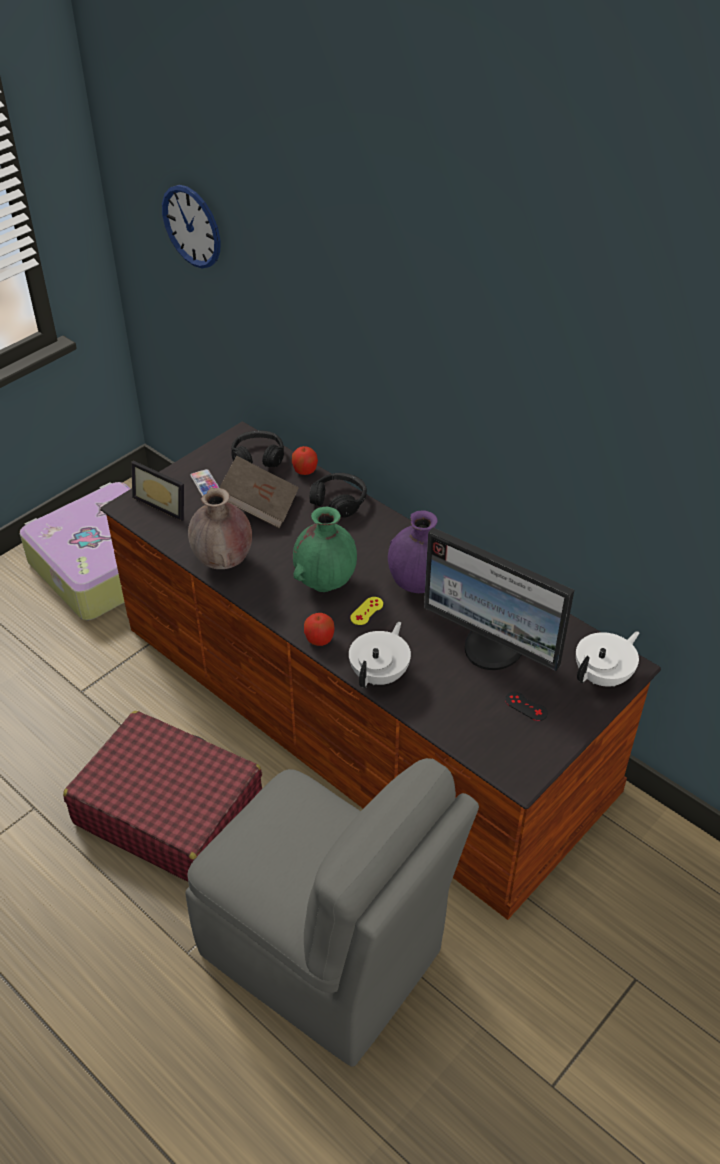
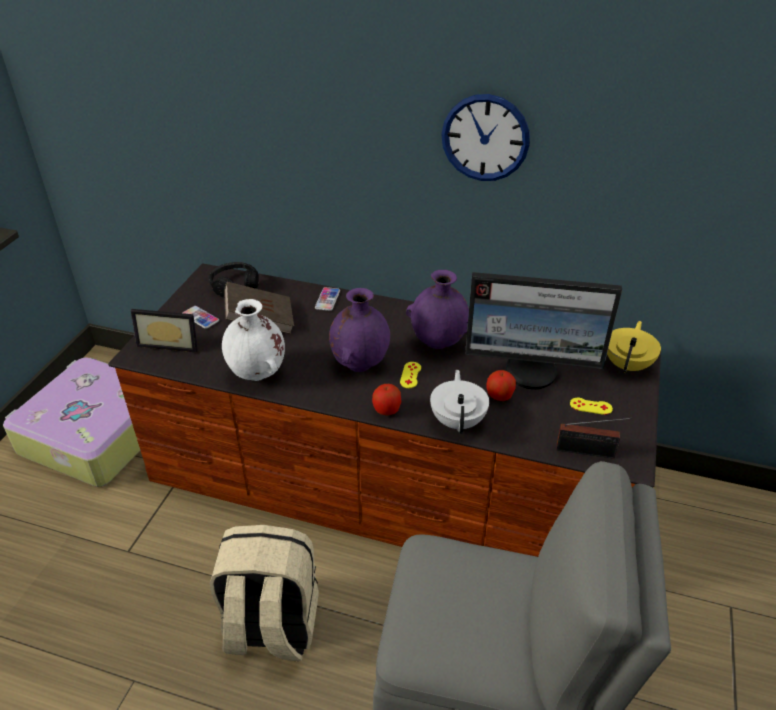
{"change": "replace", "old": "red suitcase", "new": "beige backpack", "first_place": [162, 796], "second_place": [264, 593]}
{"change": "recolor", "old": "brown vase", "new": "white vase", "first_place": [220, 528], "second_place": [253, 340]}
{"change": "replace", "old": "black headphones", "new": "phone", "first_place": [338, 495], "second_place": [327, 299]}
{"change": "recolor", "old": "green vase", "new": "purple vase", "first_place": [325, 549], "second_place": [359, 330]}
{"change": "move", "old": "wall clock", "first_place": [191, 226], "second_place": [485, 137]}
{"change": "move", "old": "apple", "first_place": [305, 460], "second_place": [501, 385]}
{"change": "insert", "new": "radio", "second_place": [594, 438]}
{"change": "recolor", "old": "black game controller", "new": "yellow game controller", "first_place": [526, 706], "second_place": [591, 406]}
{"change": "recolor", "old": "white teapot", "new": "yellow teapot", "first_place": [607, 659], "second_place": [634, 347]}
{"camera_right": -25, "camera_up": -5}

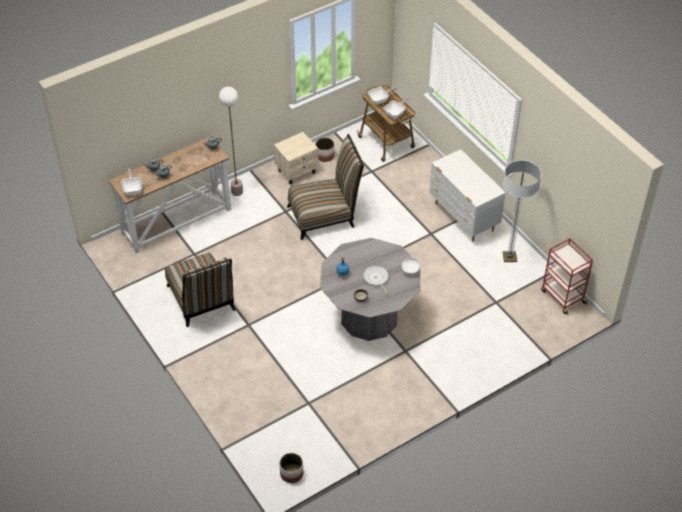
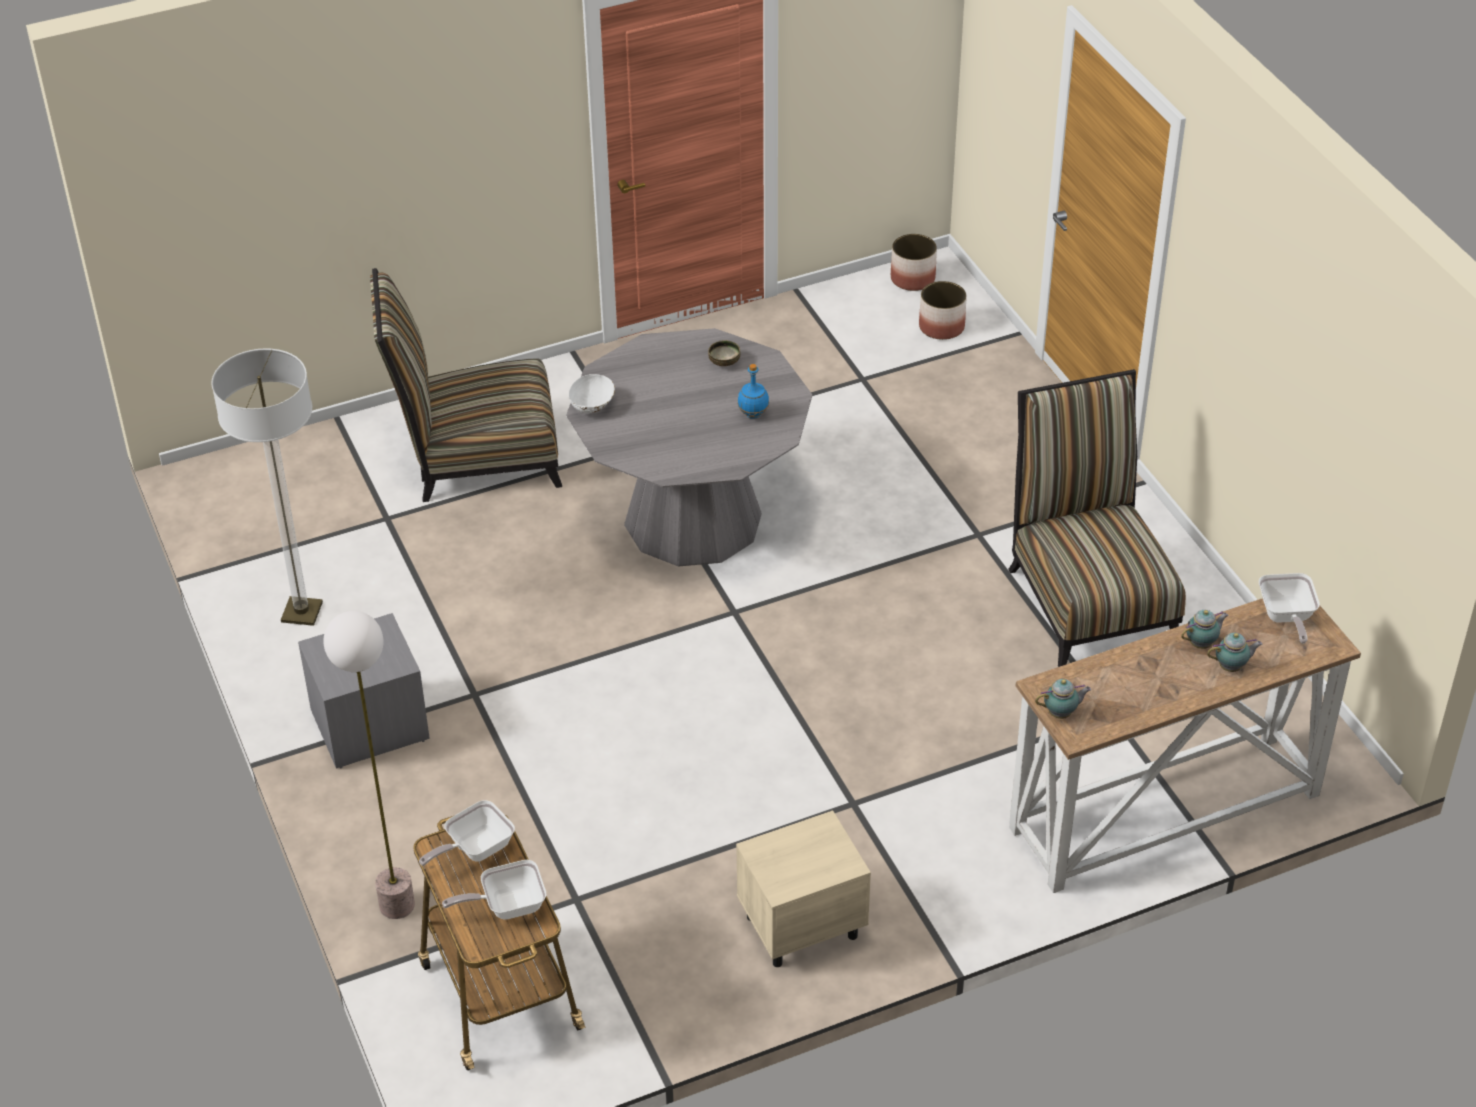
{"change": "replace", "old": "white dresser", "new": "grey nightstand", "first_place": [467, 195], "second_place": [364, 690]}
{"change": "move", "old": "floor lamp", "first_place": [231, 141], "second_place": [369, 765]}
{"change": "move", "old": "chair", "first_place": [325, 187], "second_place": [466, 385]}
{"change": "move", "old": "planter", "first_place": [325, 150], "second_place": [943, 310]}
{"change": "delete", "old": "frying pan", "first_place": [376, 280]}
{"change": "delete", "old": "red cart", "first_place": [567, 276]}
{"camera_right": -170, "camera_up": -5}

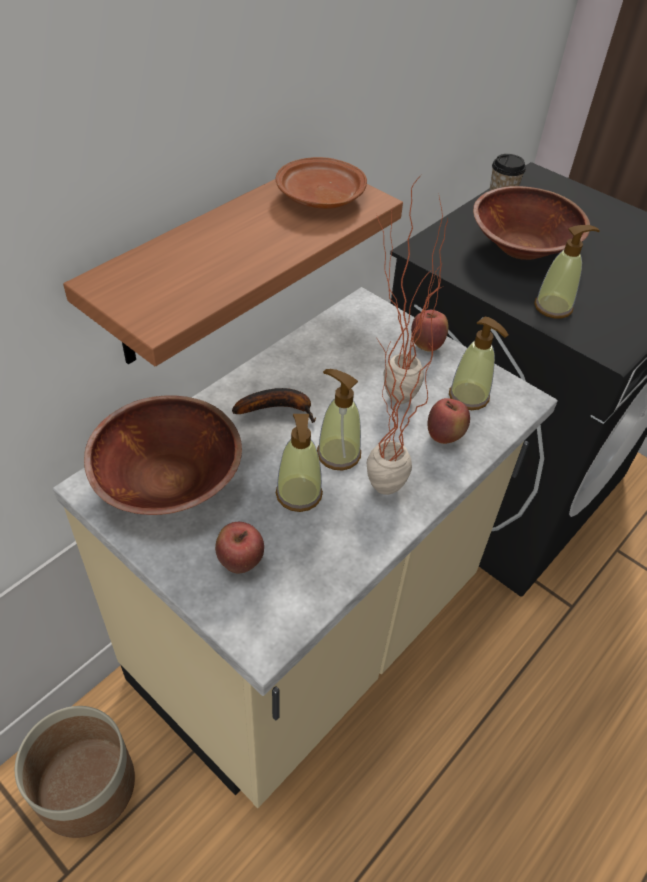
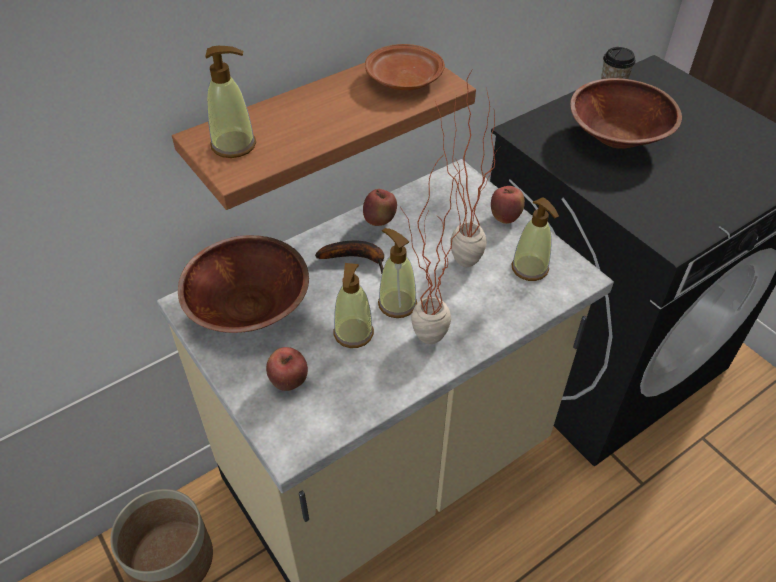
{"change": "move", "old": "soap dispenser", "first_place": [567, 272], "second_place": [230, 102]}
{"change": "move", "old": "apple", "first_place": [449, 421], "second_place": [380, 207]}
{"camera_right": 15, "camera_up": 0}

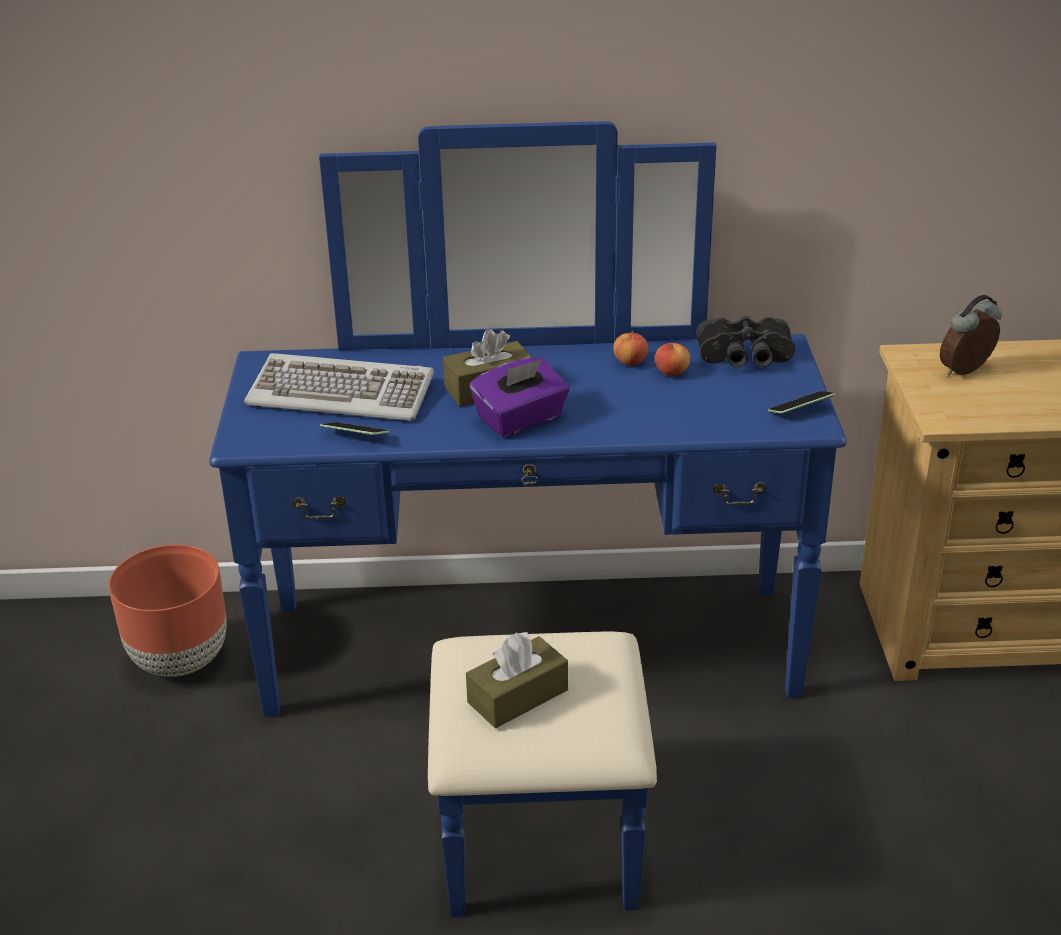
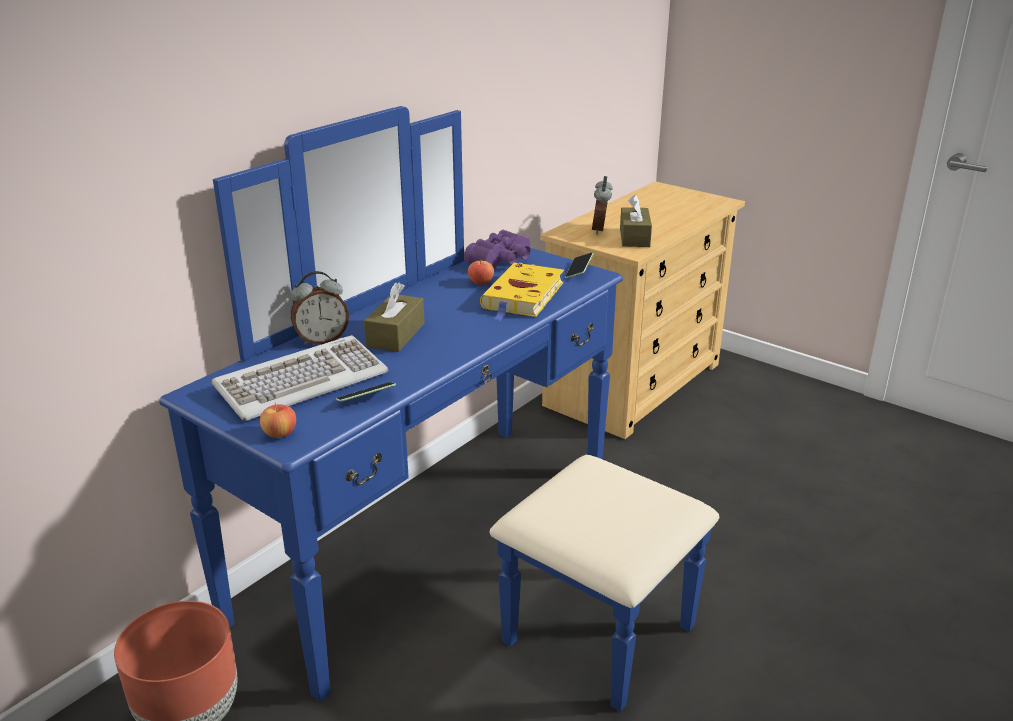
{"change": "move", "old": "apple", "first_place": [630, 347], "second_place": [278, 420]}
{"change": "insert", "new": "alarm clock", "second_place": [320, 308]}
{"change": "recolor", "old": "black binoculars", "new": "purple binoculars", "first_place": [745, 341], "second_place": [497, 249]}
{"change": "insert", "new": "yellow book", "second_place": [522, 292]}
{"change": "move", "old": "brown tissue box", "first_place": [517, 680], "second_place": [636, 221]}
{"change": "delete", "old": "purple tissue box", "first_place": [519, 397]}
{"camera_right": -50, "camera_up": -5}

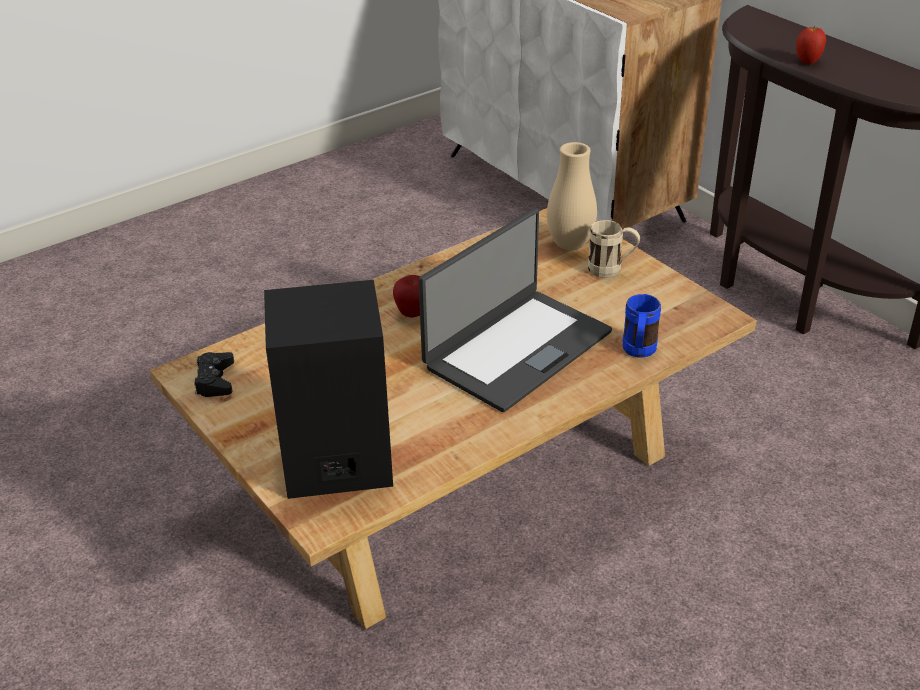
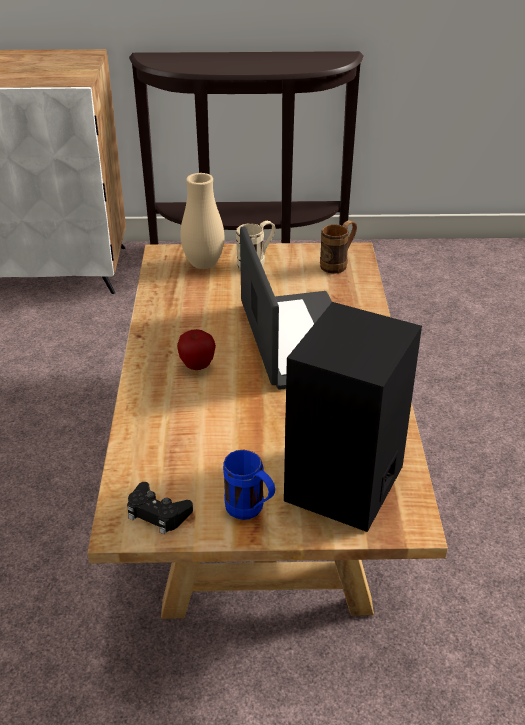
{"change": "move", "old": "blue mug", "first_place": [642, 325], "second_place": [249, 485]}
{"change": "insert", "new": "brown mug", "second_place": [338, 247]}
{"change": "delete", "old": "apple", "first_place": [811, 44]}
{"camera_right": -55, "camera_up": 0}

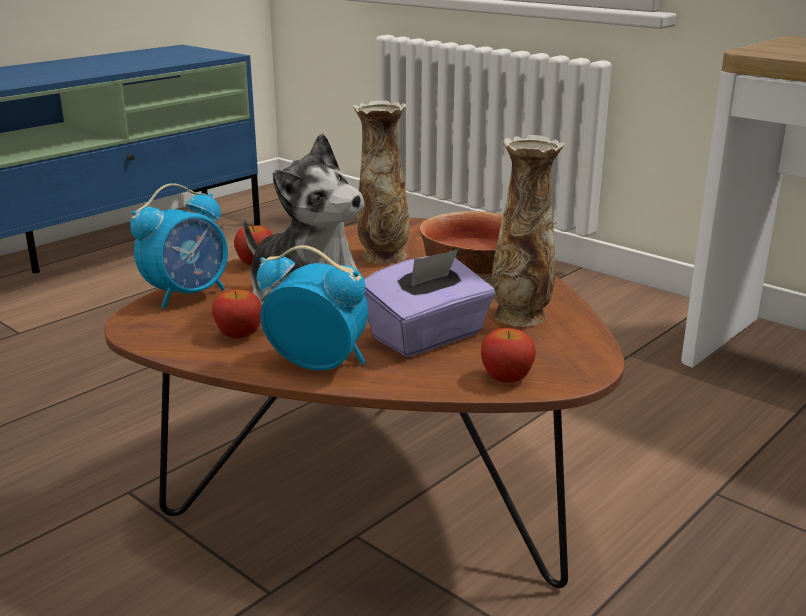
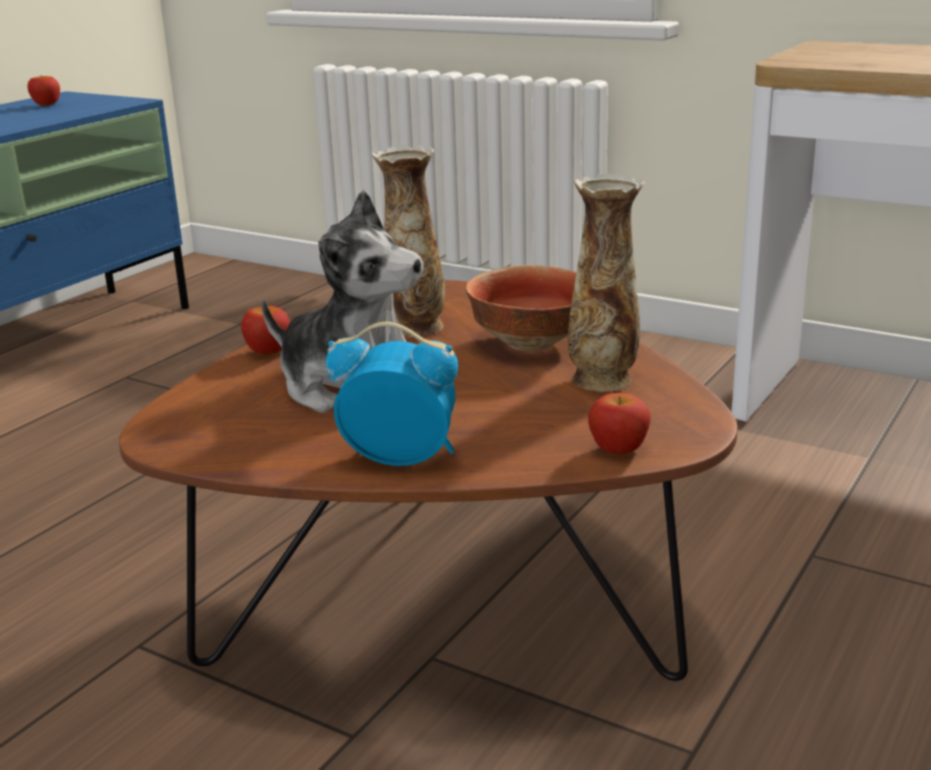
{"change": "move", "old": "apple", "first_place": [237, 314], "second_place": [43, 91]}
{"change": "delete", "old": "alarm clock", "first_place": [179, 246]}
{"change": "delete", "old": "purple tissue box", "first_place": [429, 303]}
{"camera_right": -10, "camera_up": 0}

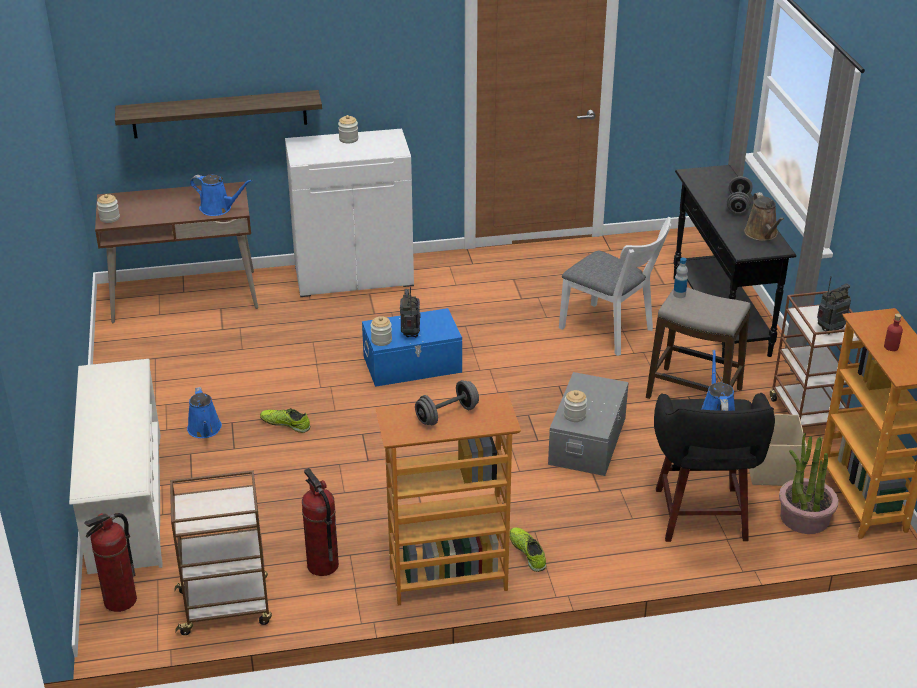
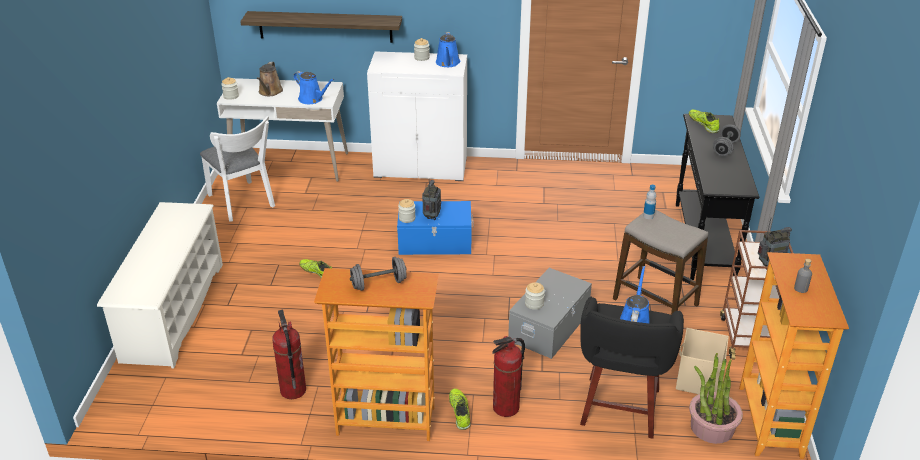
{"change": "move", "old": "white chair", "first_place": [615, 286], "second_place": [237, 169]}
{"change": "recolor", "old": "brown desk", "new": "white desk", "first_place": [176, 252], "second_place": [282, 130]}
{"change": "move", "old": "brown watering can", "first_place": [764, 216], "second_place": [270, 79]}
{"change": "move", "old": "blue watering can", "first_place": [204, 412], "second_place": [448, 49]}
{"change": "move", "old": "fire extinguisher", "first_place": [110, 562], "second_place": [508, 376]}
{"change": "insert", "new": "shoe", "second_place": [704, 121]}
{"change": "recolor", "old": "red bottle", "new": "grey bottle", "first_place": [893, 332], "second_place": [803, 276]}
{"change": "delete", "old": "brown cart", "first_place": [221, 552]}
{"camera_right": 15, "camera_up": 0}

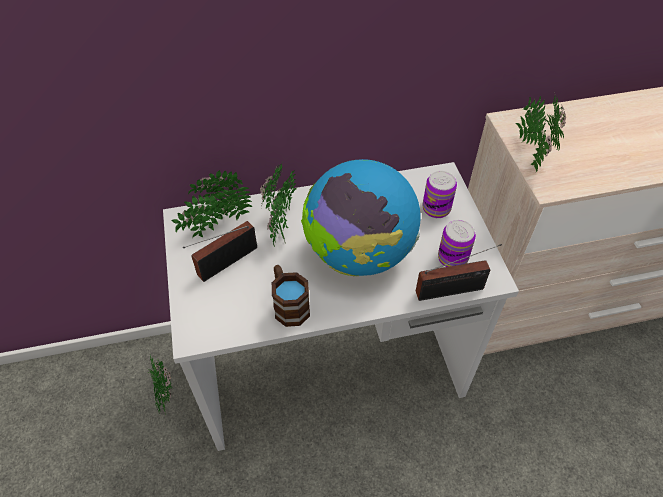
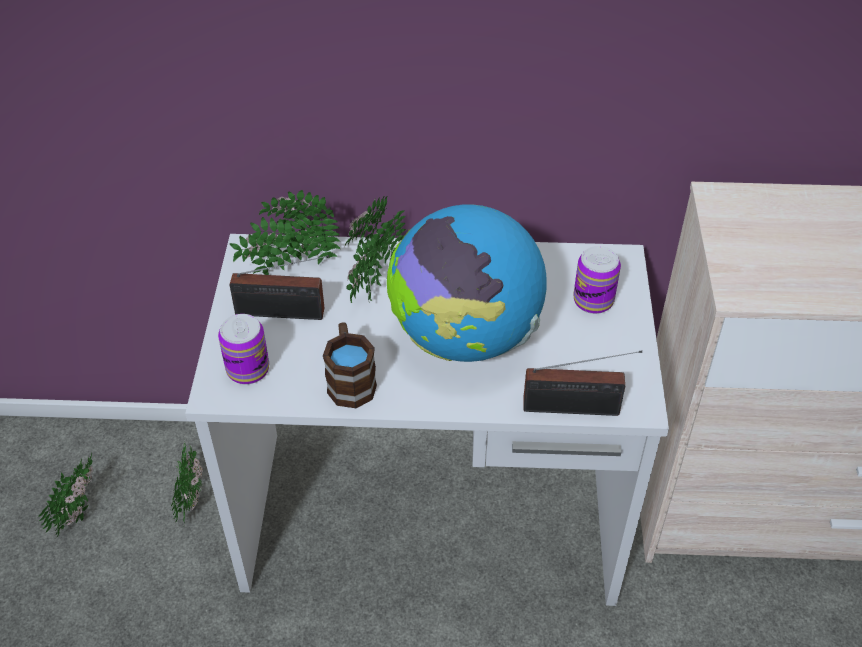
{"change": "move", "old": "potted plant", "first_place": [541, 133], "second_place": [65, 495]}
{"change": "move", "old": "can", "first_place": [457, 243], "second_place": [243, 349]}
{"change": "rotate", "old": "radio", "first_place": [220, 251], "second_place": [279, 287], "degrees": -150}
{"camera_right": 15, "camera_up": -5}

